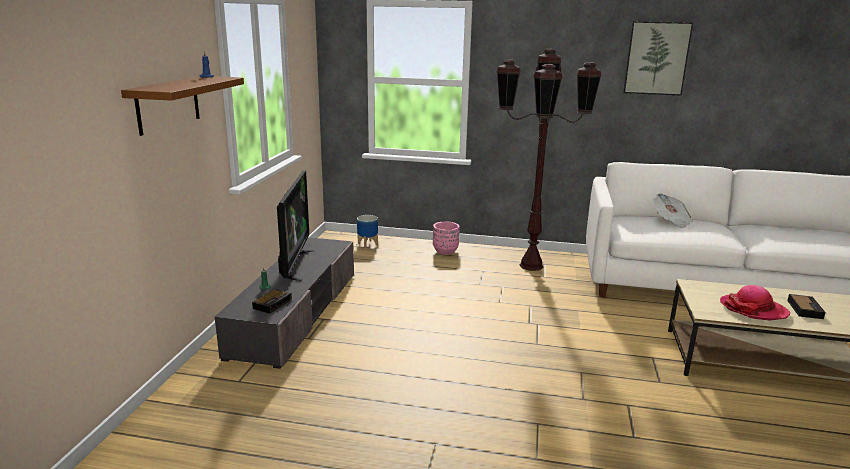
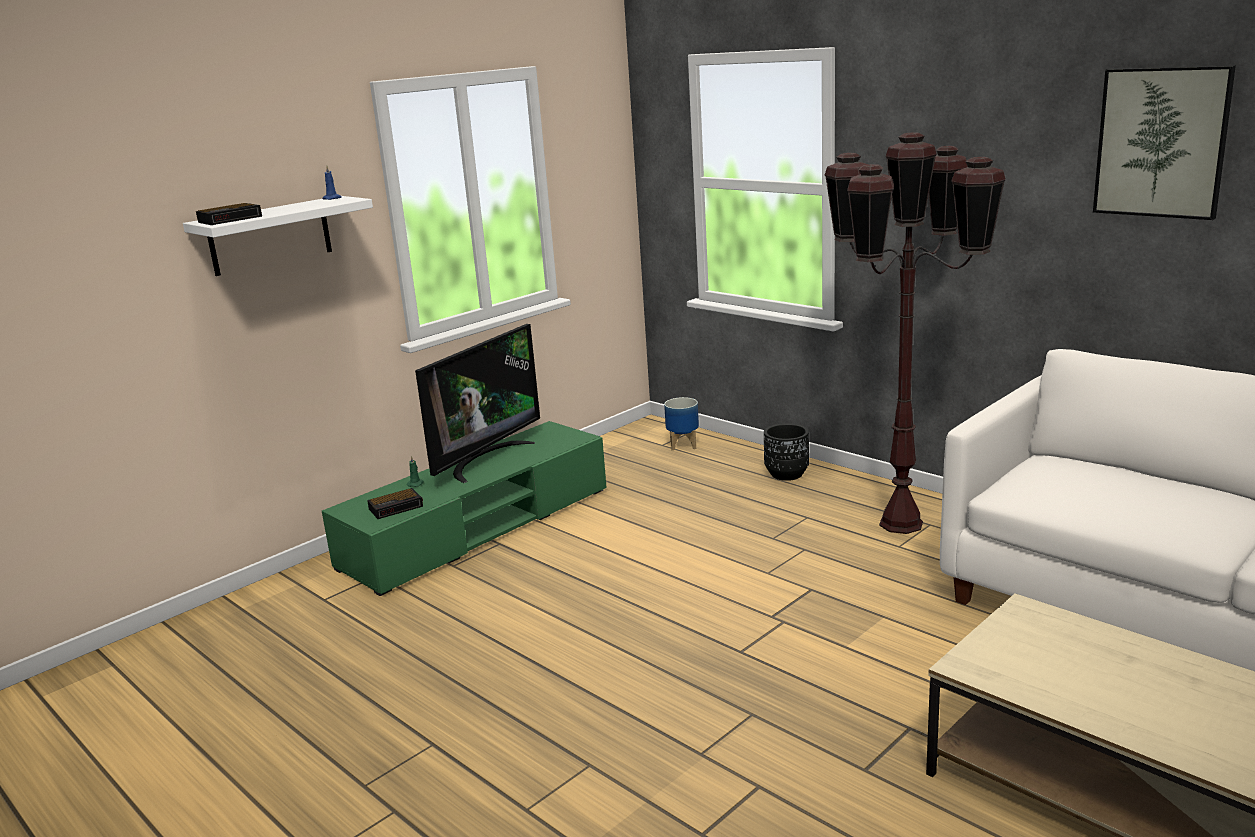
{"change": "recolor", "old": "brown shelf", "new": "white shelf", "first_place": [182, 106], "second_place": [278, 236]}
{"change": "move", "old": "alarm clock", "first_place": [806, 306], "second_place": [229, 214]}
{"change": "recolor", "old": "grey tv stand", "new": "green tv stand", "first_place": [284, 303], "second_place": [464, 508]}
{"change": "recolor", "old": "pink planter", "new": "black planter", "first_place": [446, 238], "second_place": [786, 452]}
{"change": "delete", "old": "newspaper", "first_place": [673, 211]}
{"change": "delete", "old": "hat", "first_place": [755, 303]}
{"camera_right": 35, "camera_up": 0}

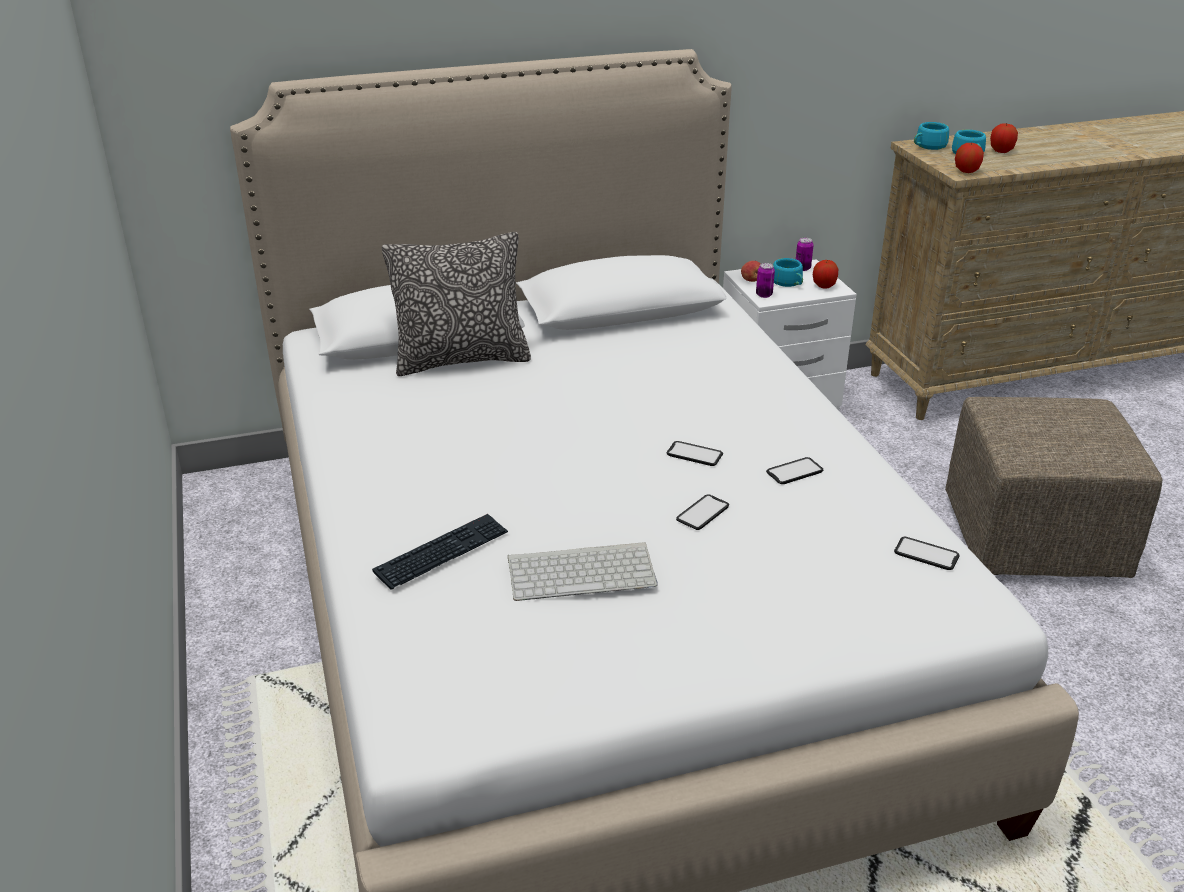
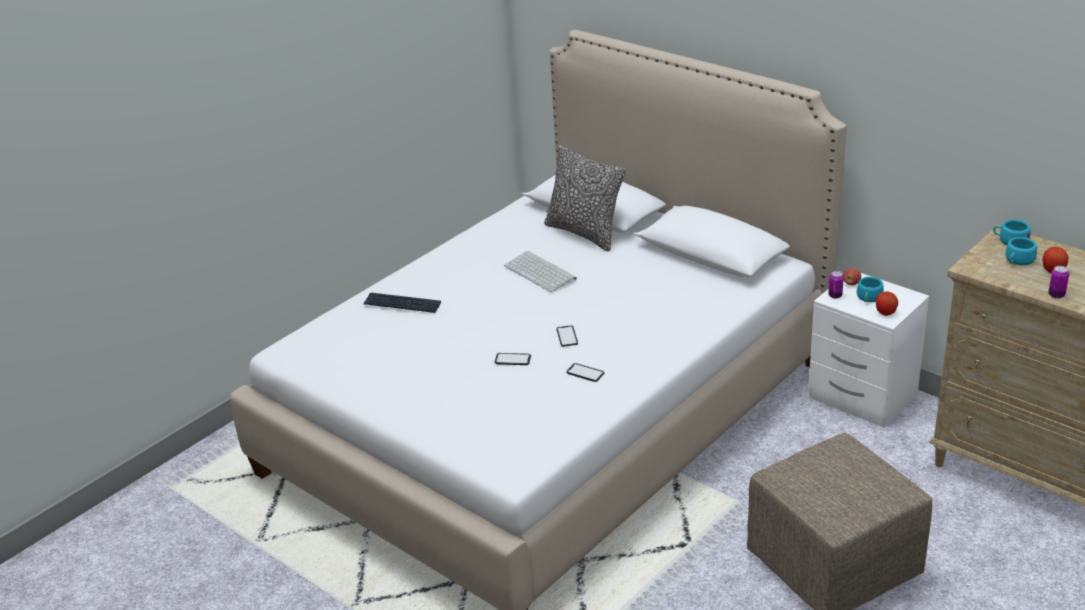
{"change": "move", "old": "keyboard", "first_place": [583, 571], "second_place": [540, 271]}
{"change": "move", "old": "can", "first_place": [805, 254], "second_place": [1058, 282]}
{"change": "delete", "old": "phone", "first_place": [927, 553]}
{"change": "delete", "old": "apple", "first_place": [969, 158]}
{"camera_right": 60, "camera_up": 0}

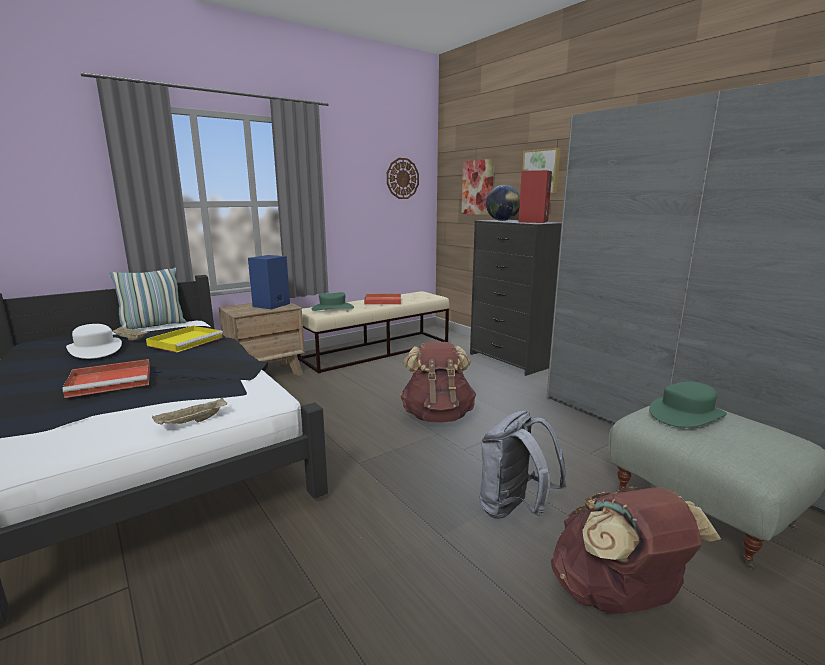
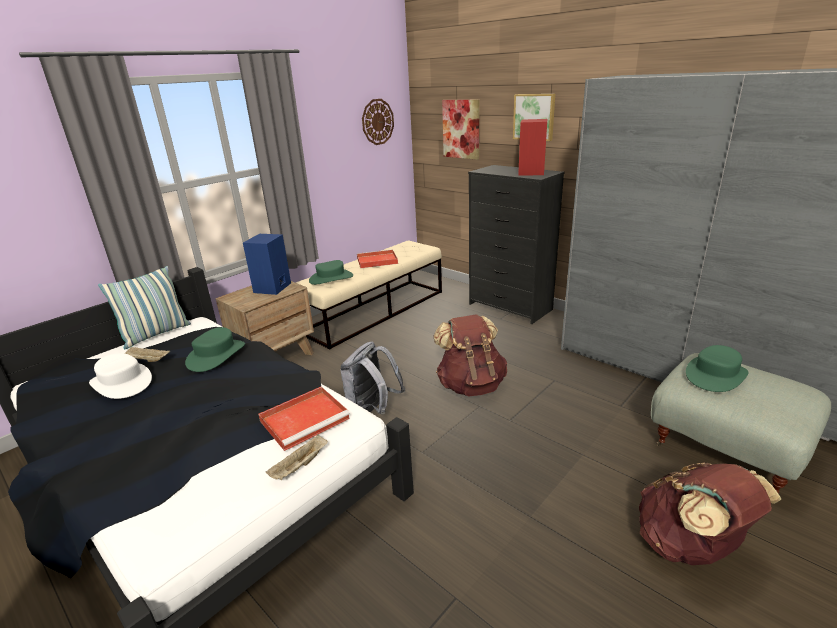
{"change": "replace", "old": "yellow tray", "new": "green hat", "first_place": [184, 339], "second_place": [215, 349]}
{"change": "move", "old": "red tray", "first_place": [106, 378], "second_place": [304, 419]}
{"change": "move", "old": "grey backpack", "first_place": [523, 464], "second_place": [372, 378]}
{"change": "delete", "old": "globe", "first_place": [503, 203]}
{"camera_right": -10, "camera_up": 10}

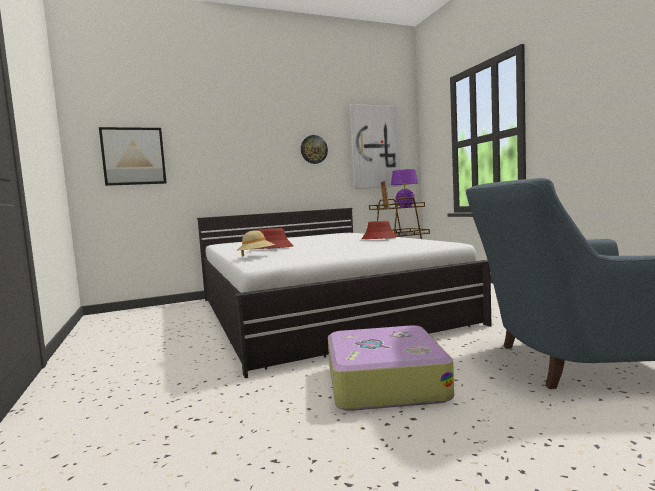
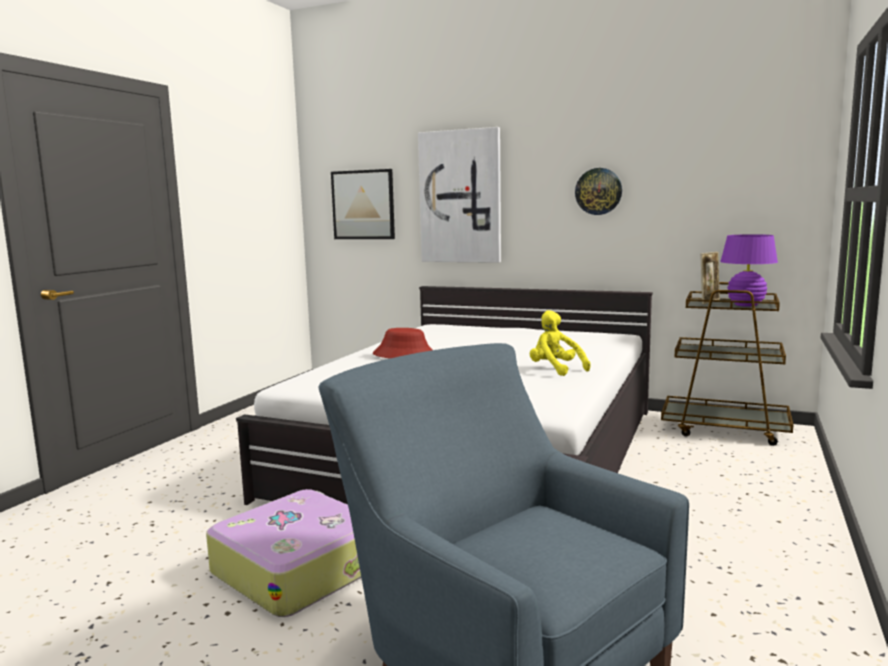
{"change": "move", "old": "picture", "first_place": [375, 146], "second_place": [459, 195]}
{"change": "replace", "old": "red hat", "new": "yellow plush toy", "first_place": [379, 230], "second_place": [560, 343]}
{"change": "delete", "old": "beige hat", "first_place": [256, 243]}
{"camera_right": 45, "camera_up": 5}

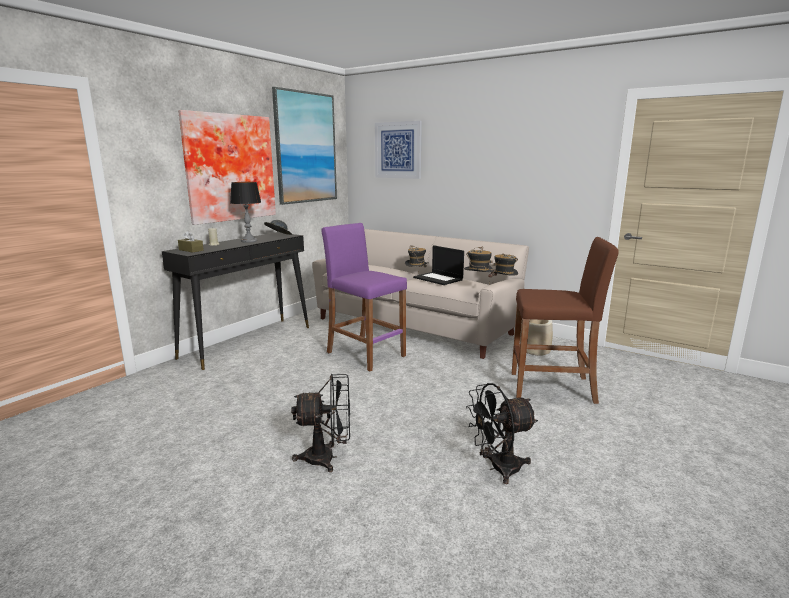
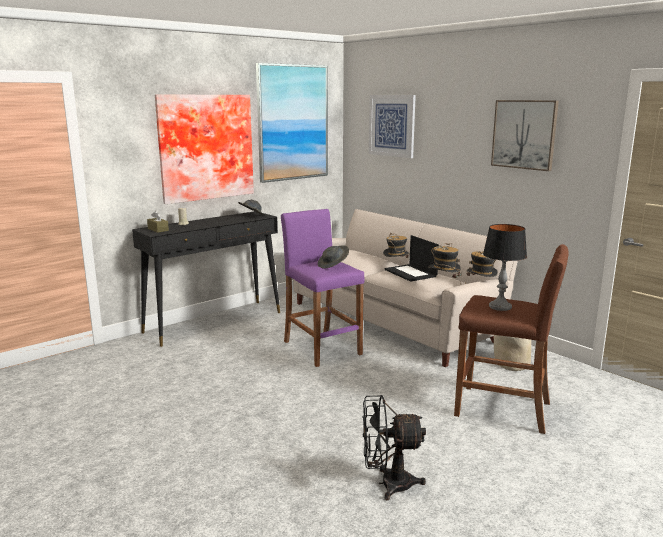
{"change": "insert", "new": "grey hat", "second_place": [333, 256]}
{"change": "move", "old": "table lamp", "first_place": [245, 212], "second_place": [505, 267]}
{"change": "insert", "new": "picture", "second_place": [525, 135]}
{"change": "delete", "old": "black fan", "first_place": [320, 423]}
{"camera_right": 15, "camera_up": 0}

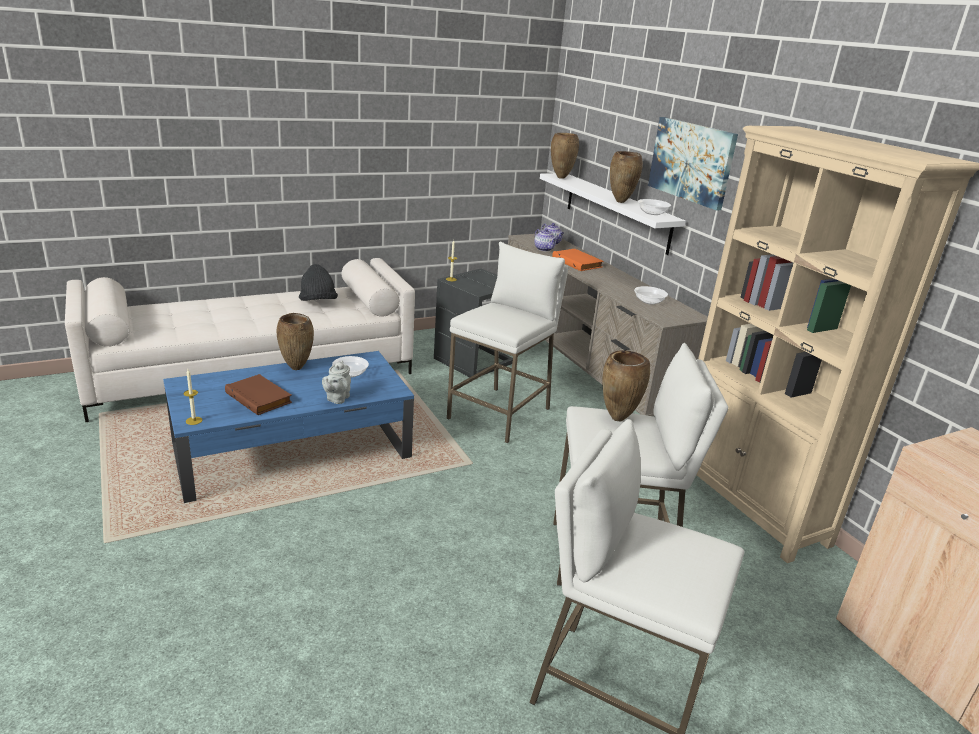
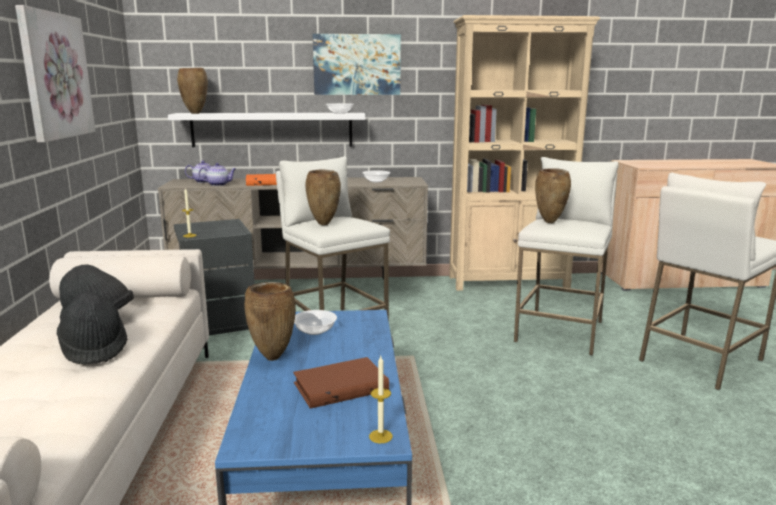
{"change": "insert", "new": "picture", "second_place": [55, 73]}
{"change": "insert", "new": "black hat", "second_place": [92, 328]}
{"change": "move", "old": "brown vase", "first_place": [626, 177], "second_place": [323, 197]}
{"change": "delete", "old": "grey teapot", "first_place": [336, 382]}
{"camera_right": -65, "camera_up": -10}

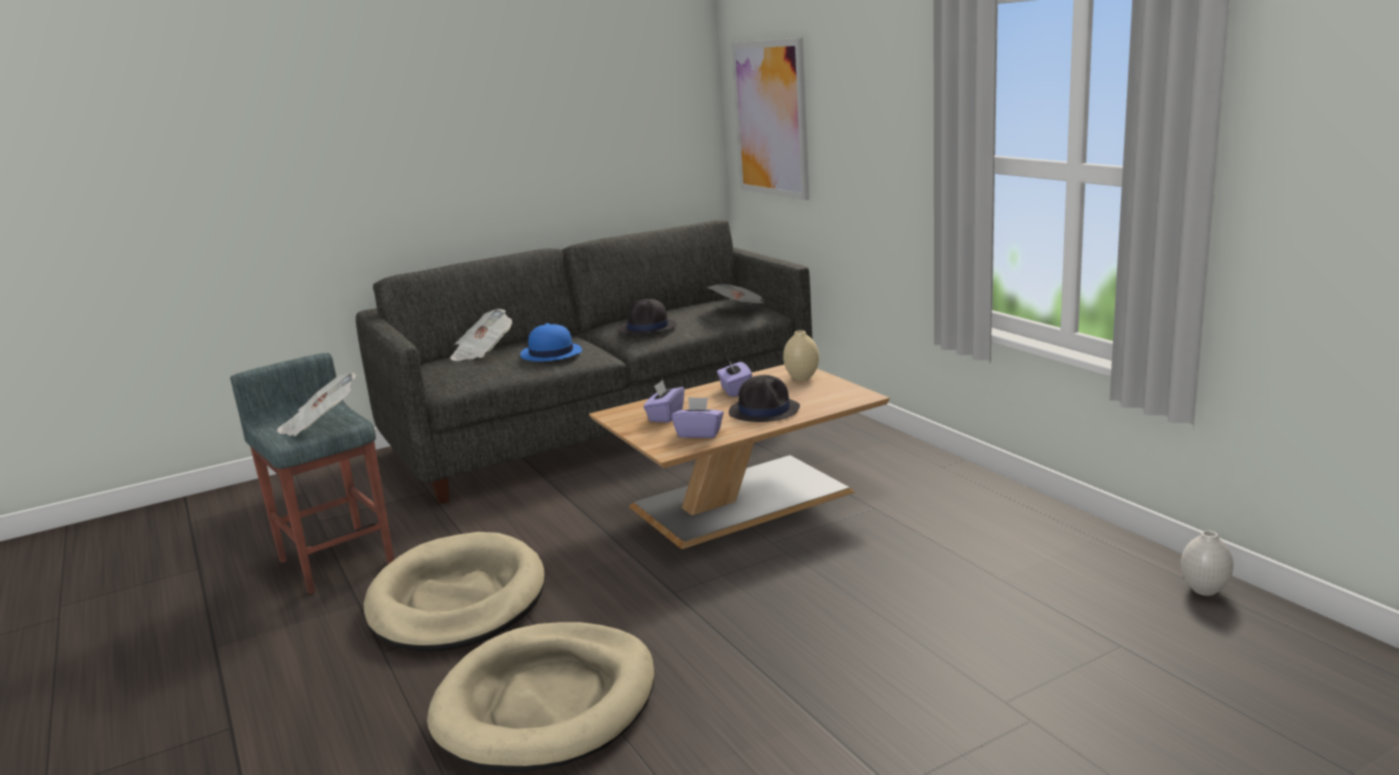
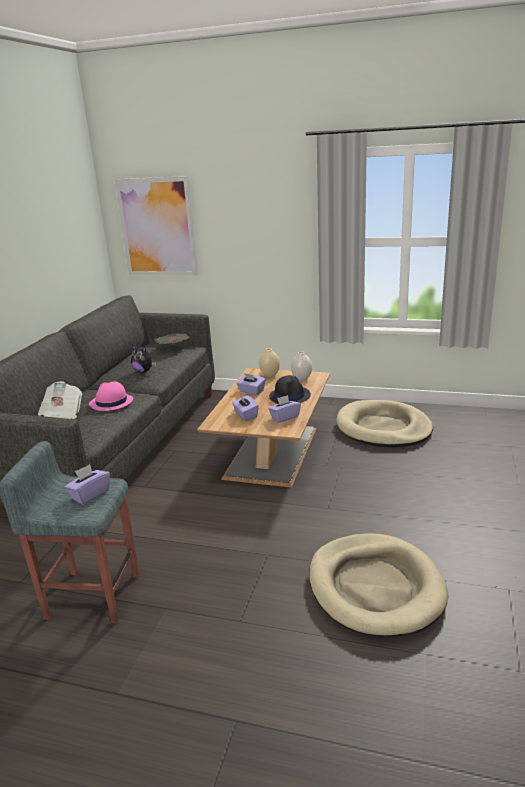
{"change": "replace", "old": "newspaper", "new": "purple tissue box", "first_place": [317, 405], "second_place": [87, 484]}
{"change": "recolor", "old": "blue hat", "new": "pink hat", "first_place": [551, 342], "second_place": [111, 396]}
{"change": "replace", "old": "black hat", "new": "plush toy", "first_place": [647, 317], "second_place": [143, 359]}
{"change": "move", "old": "white vase", "first_place": [1207, 563], "second_place": [301, 366]}
{"change": "move", "old": "beige dog bed", "first_place": [454, 591], "second_place": [384, 423]}
{"camera_right": -45, "camera_up": 5}

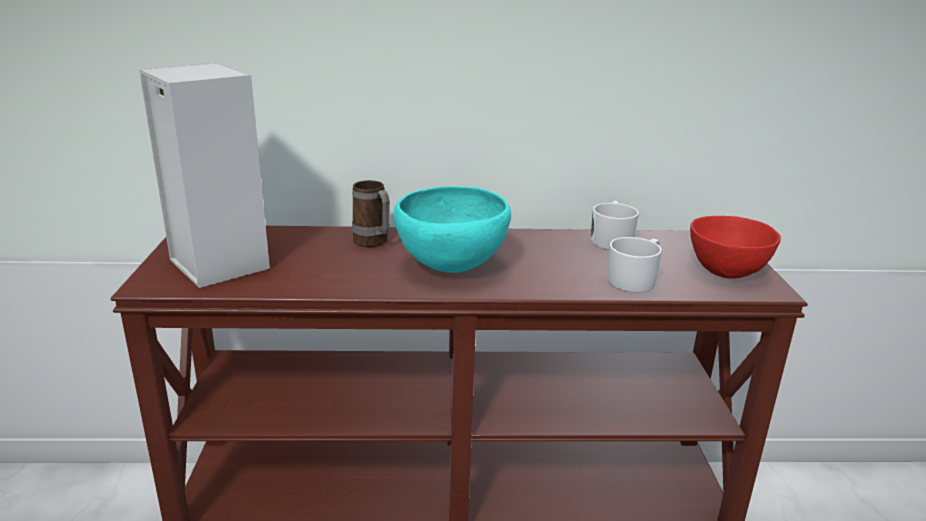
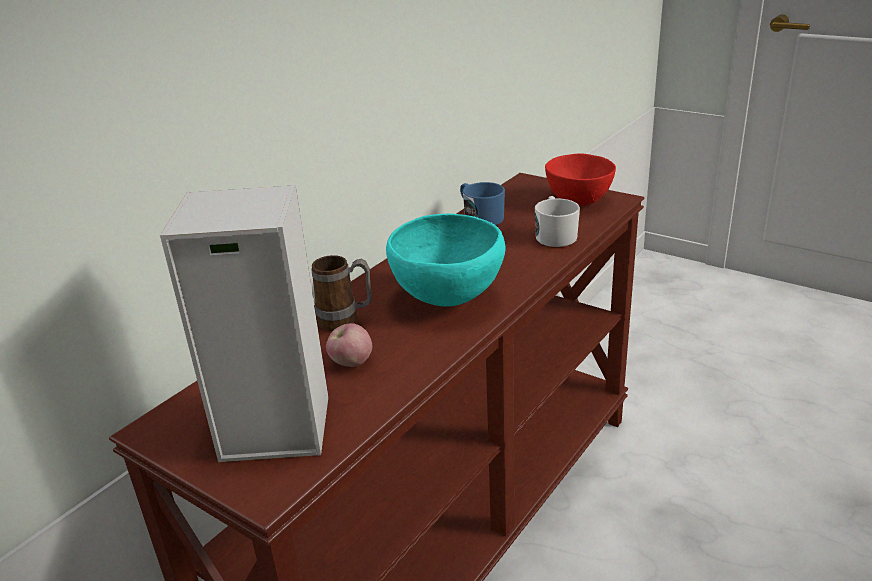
{"change": "insert", "new": "apple", "second_place": [349, 345]}
{"change": "recolor", "old": "white mug", "new": "blue mug", "first_place": [615, 225], "second_place": [482, 203]}
{"camera_right": -50, "camera_up": 5}

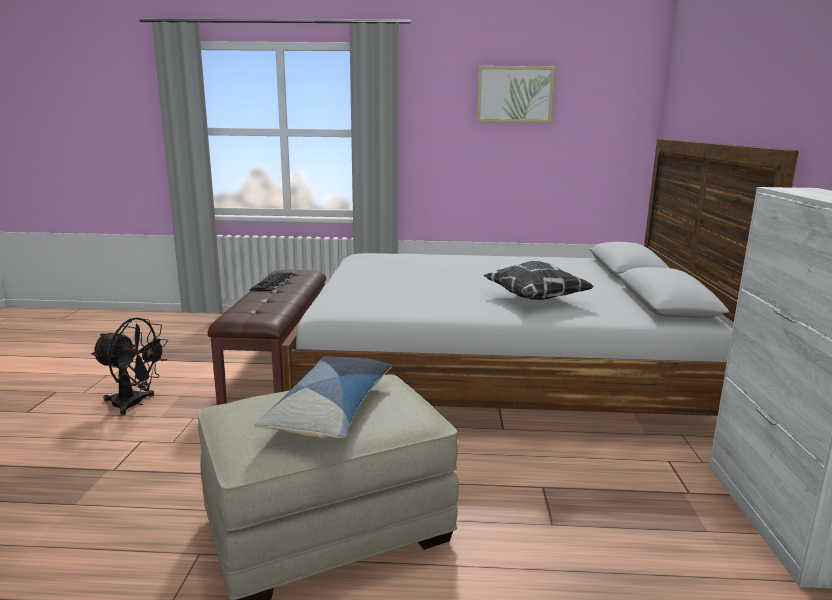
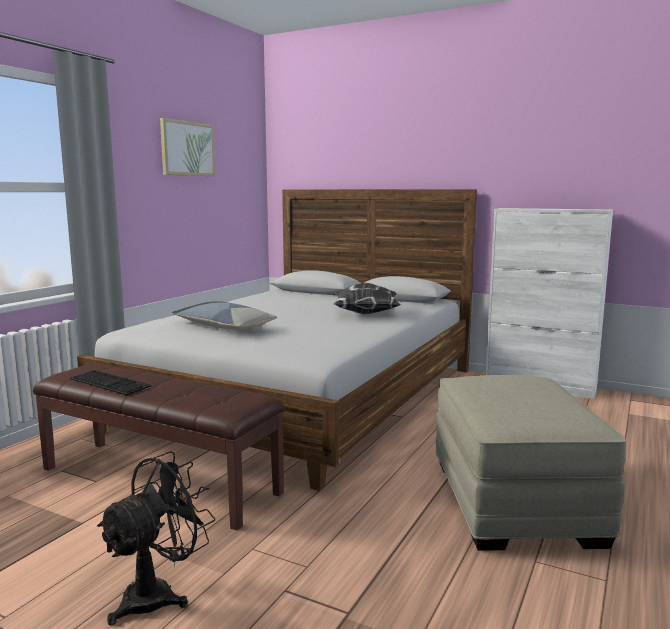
{"change": "move", "old": "pillow", "first_place": [323, 397], "second_place": [224, 315]}
{"camera_right": -65, "camera_up": -5}

